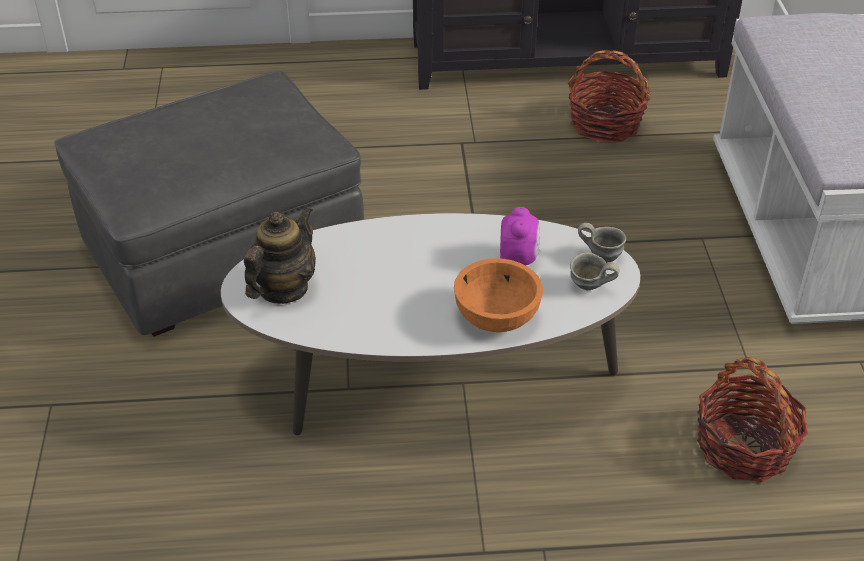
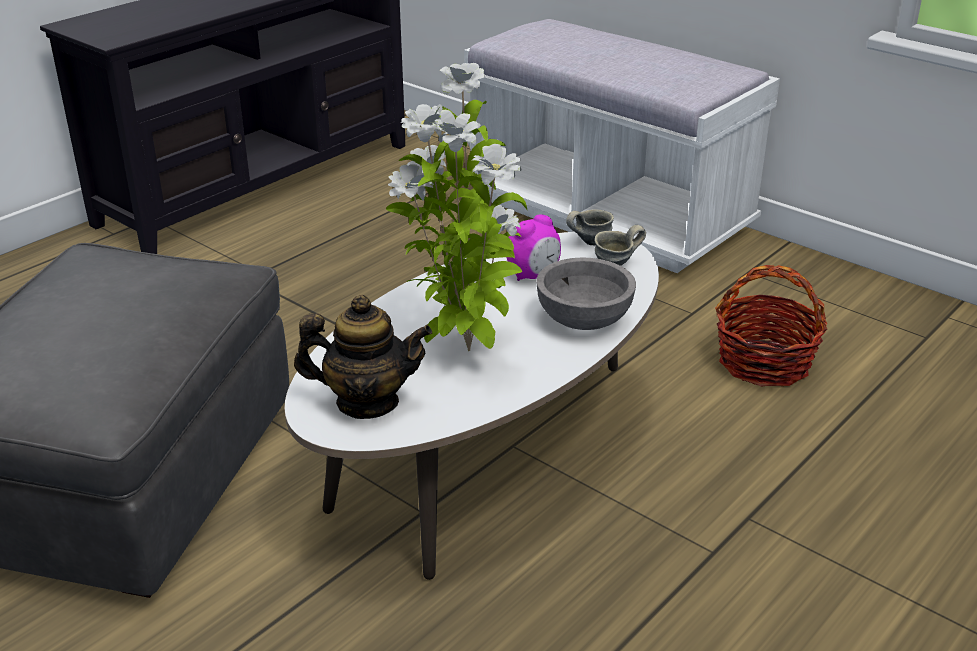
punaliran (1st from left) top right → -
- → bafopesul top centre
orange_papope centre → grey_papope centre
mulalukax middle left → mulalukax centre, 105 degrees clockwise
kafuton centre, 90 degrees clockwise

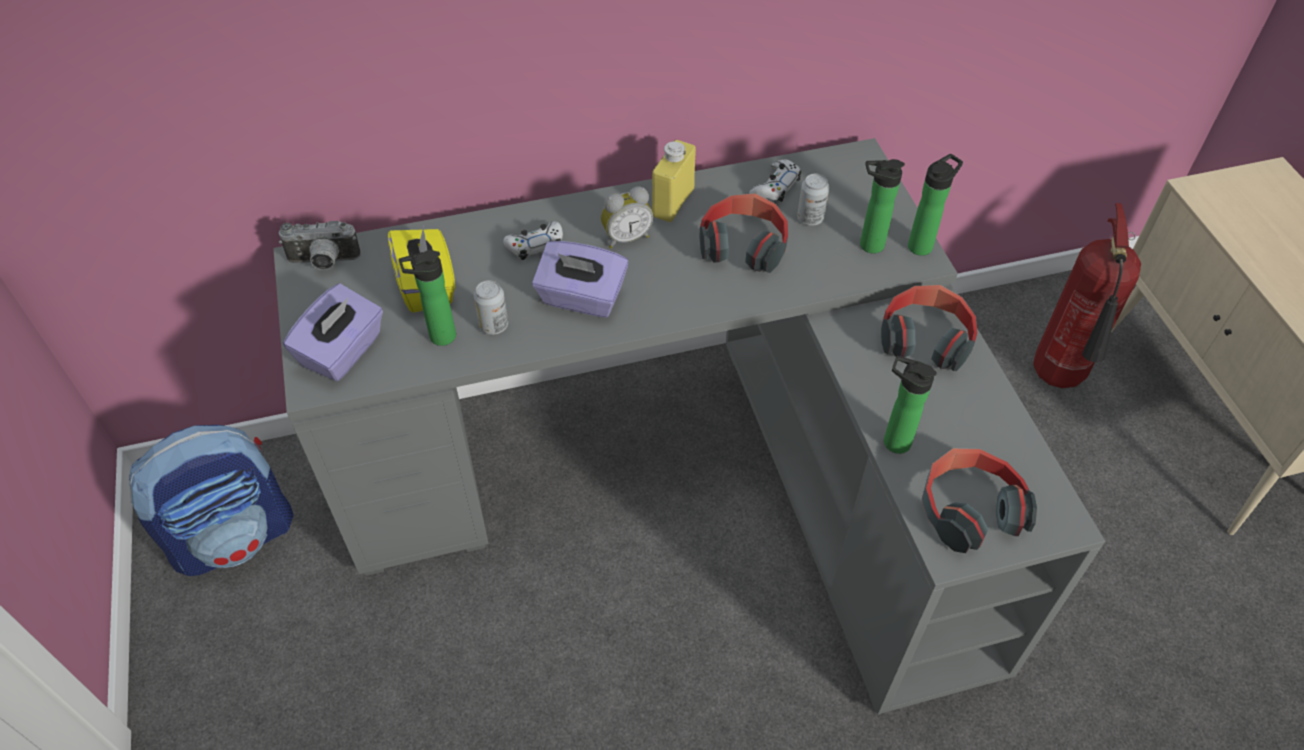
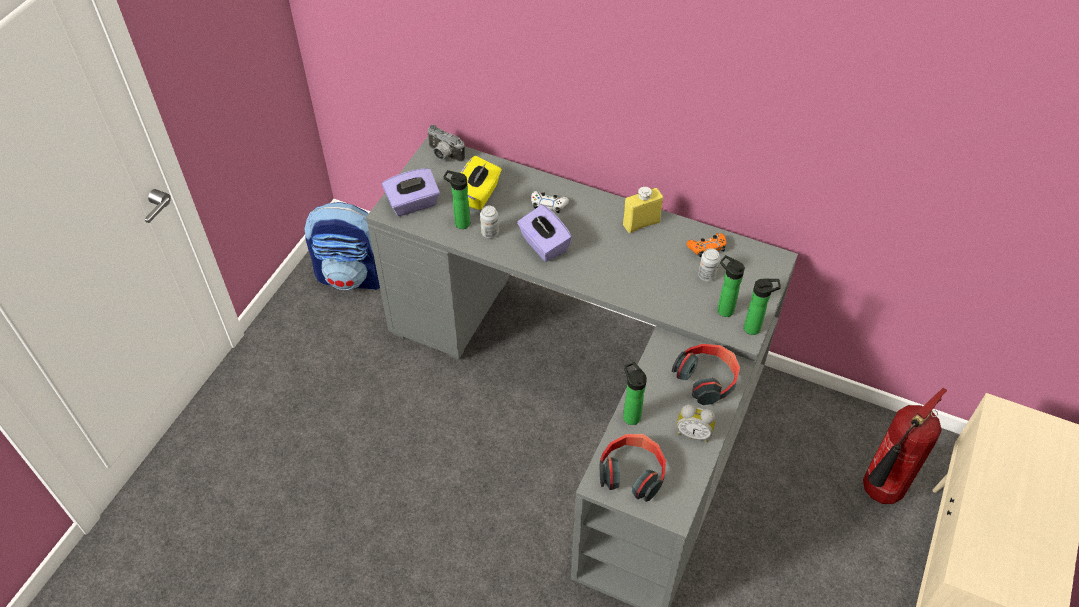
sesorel (1st from left) top centre → -
kafuton top centre → kafuton bottom centre, moved
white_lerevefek (2nd from left) top centre → orange_lerevefek centre

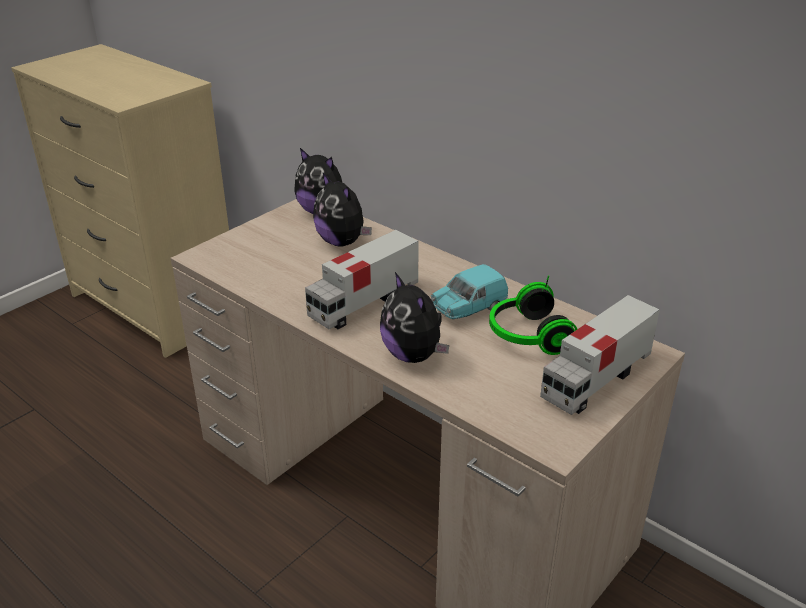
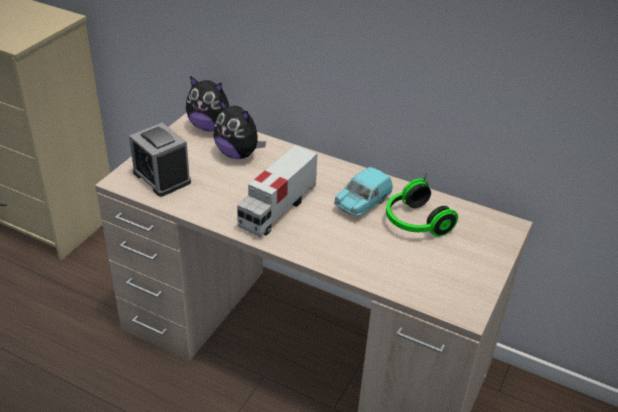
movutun (3rd from left) centre → -
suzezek (2nd from left) middle right → -
- → kafuton middle left

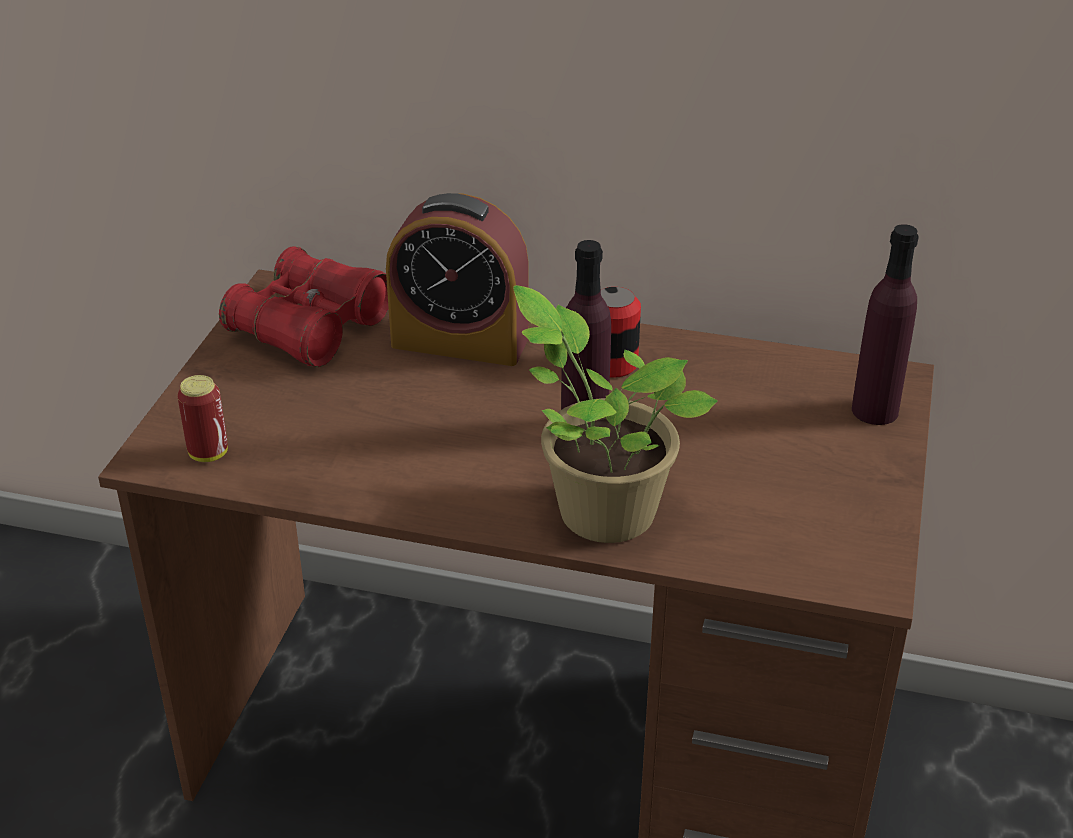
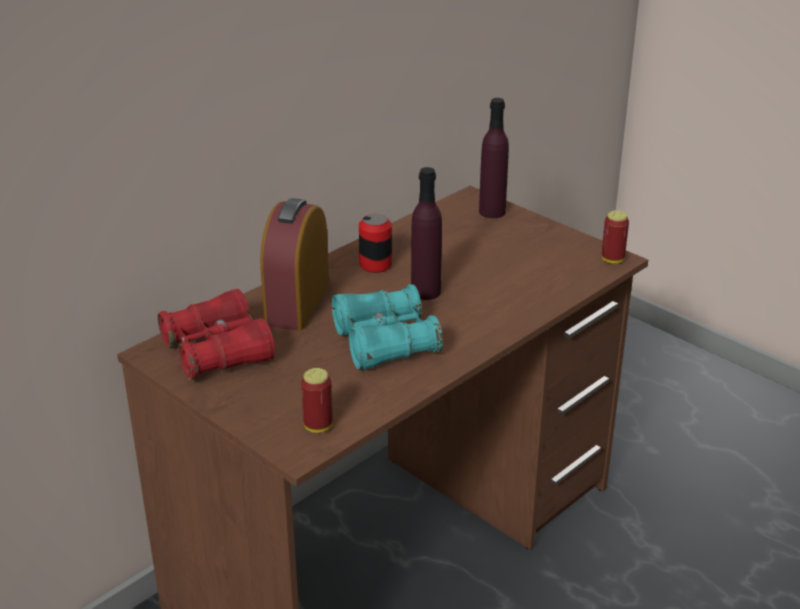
bafopesul centre → -
- → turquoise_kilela centre
- → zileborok (3rd from left) middle right
kafuton top centre → kafuton centre, 150 degrees clockwise

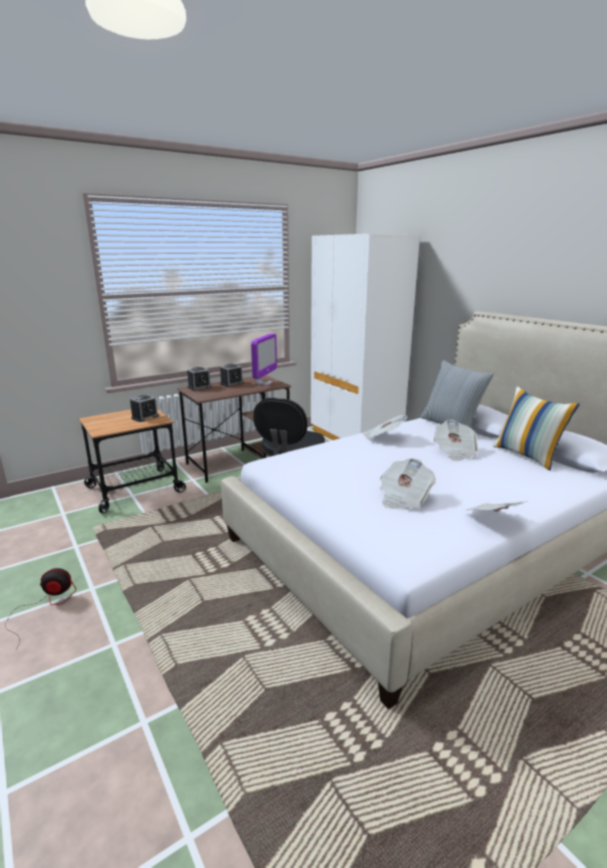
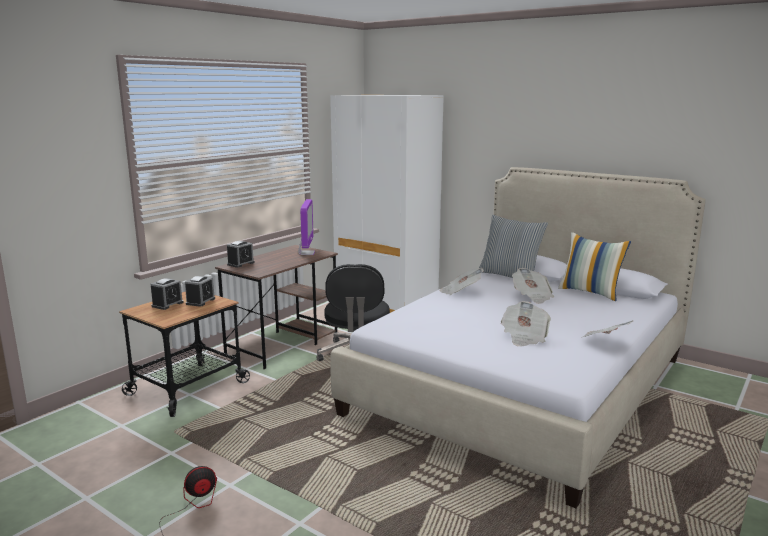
kafuton (3rd from left in the first image) centre → kafuton (1st from left) middle left, moved

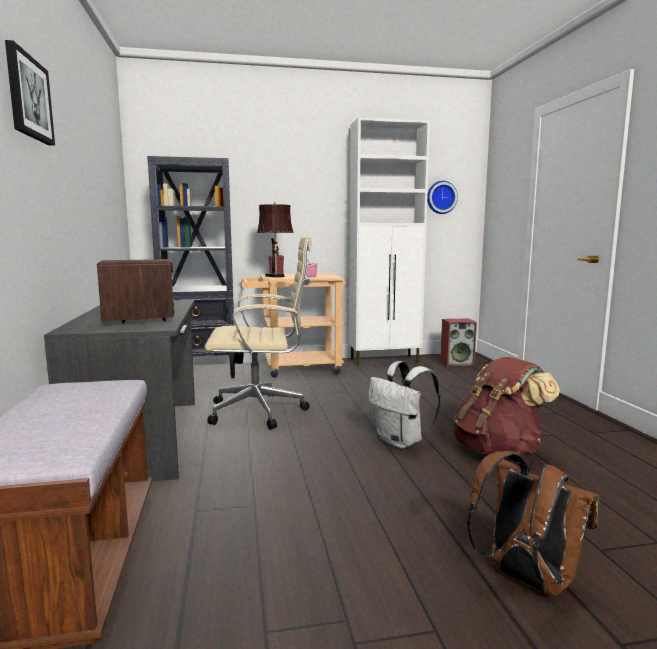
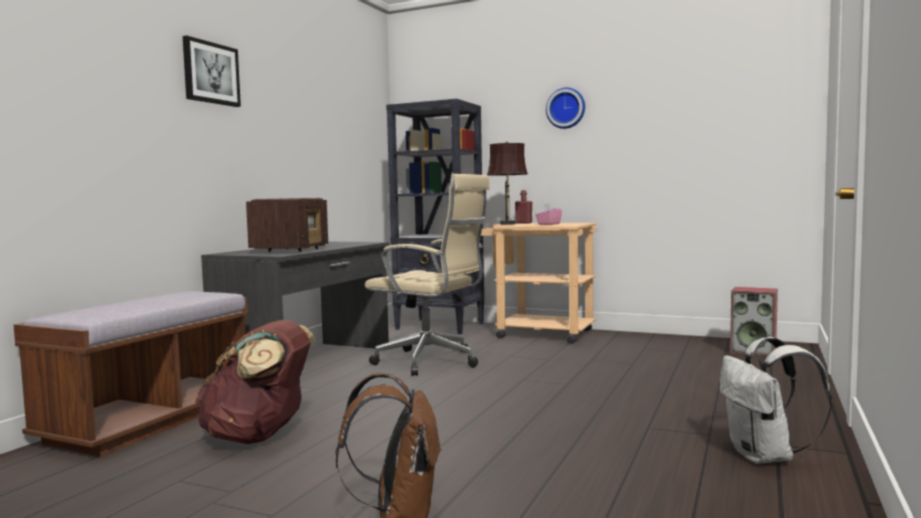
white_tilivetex centre → -
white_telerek centre → white_telerek bottom right, moved
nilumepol top right → nilumepol top centre, moved
brown_telerek (1st from left) middle right → brown_telerek (1st from left) bottom left, moved

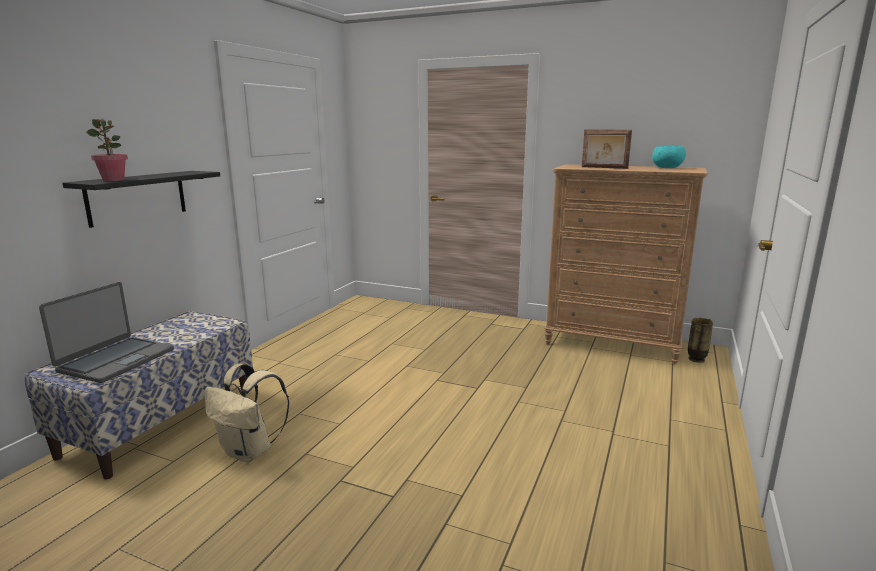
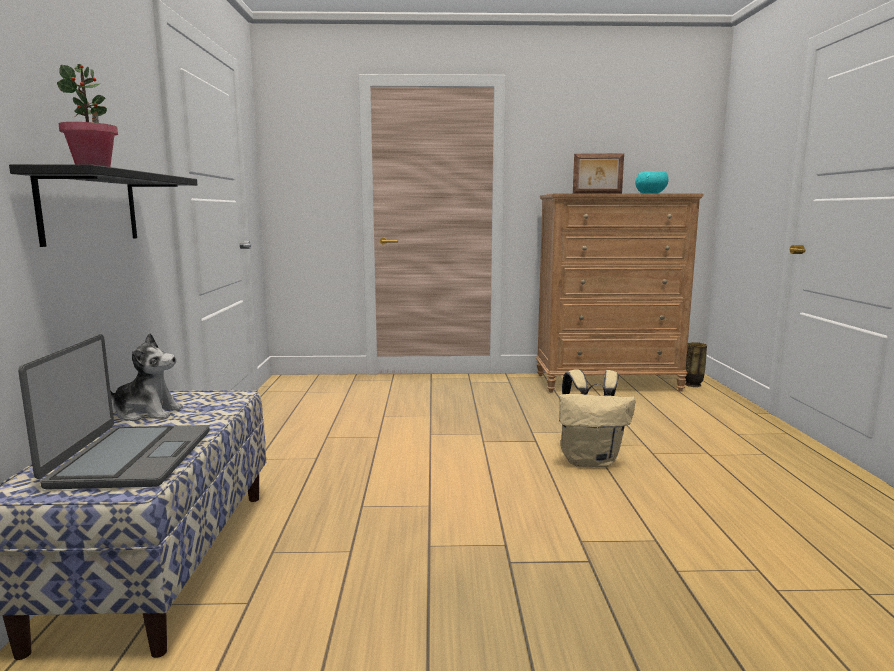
- → movutun middle left
beige_telerek bottom left → beige_telerek middle right, moved

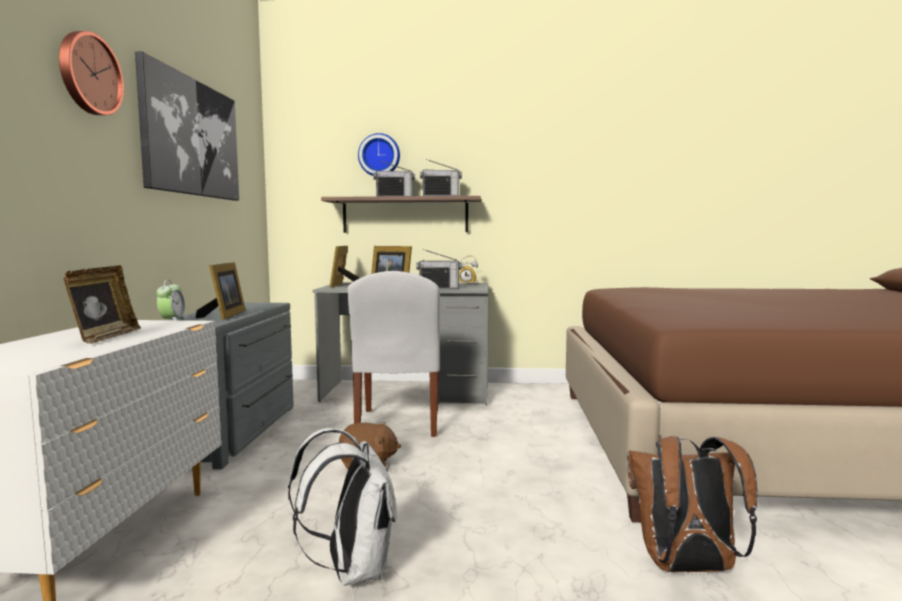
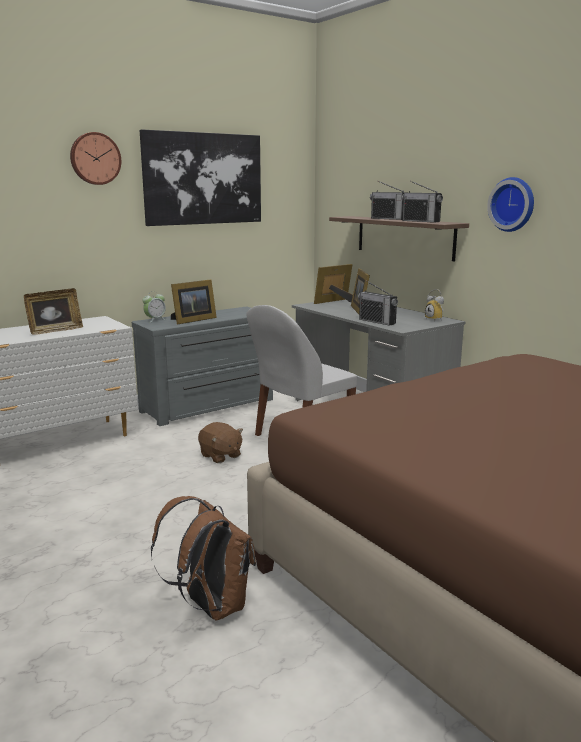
white_telerek bottom centre → -
nilumepol (2nd from left) top centre → nilumepol (2nd from left) top right, moved

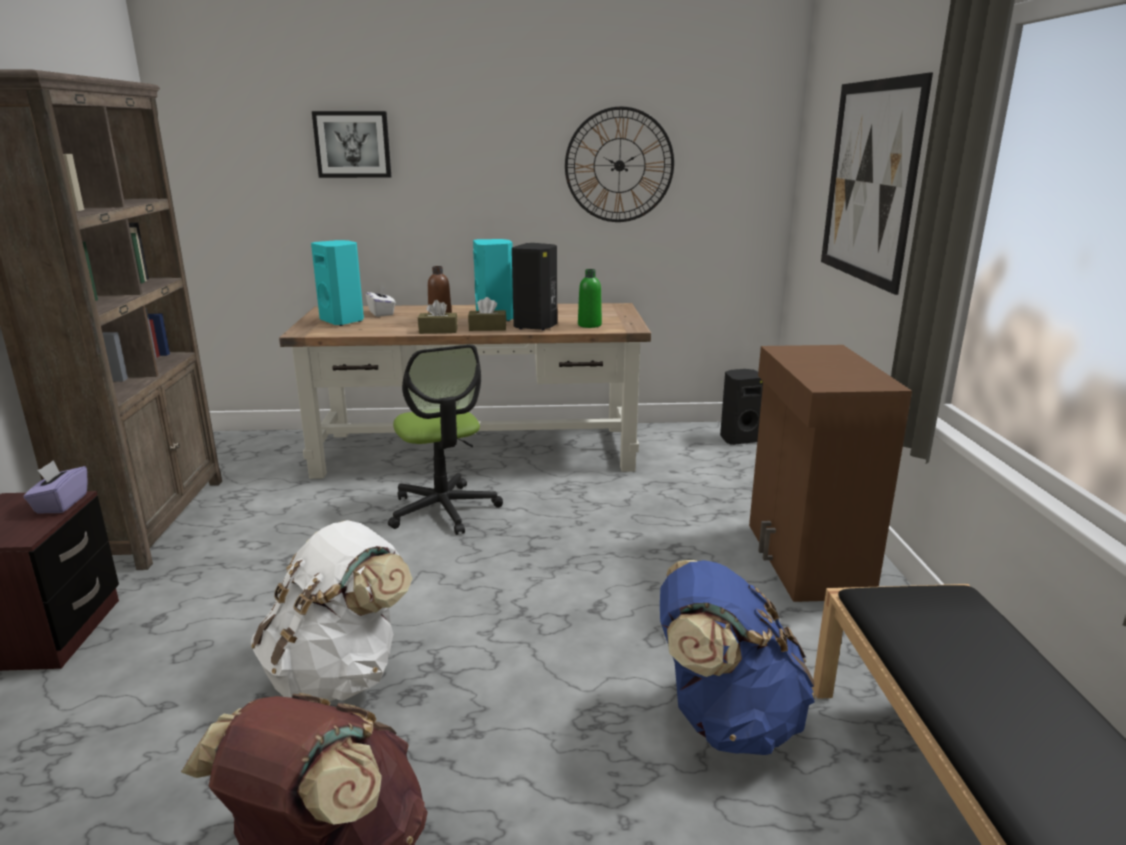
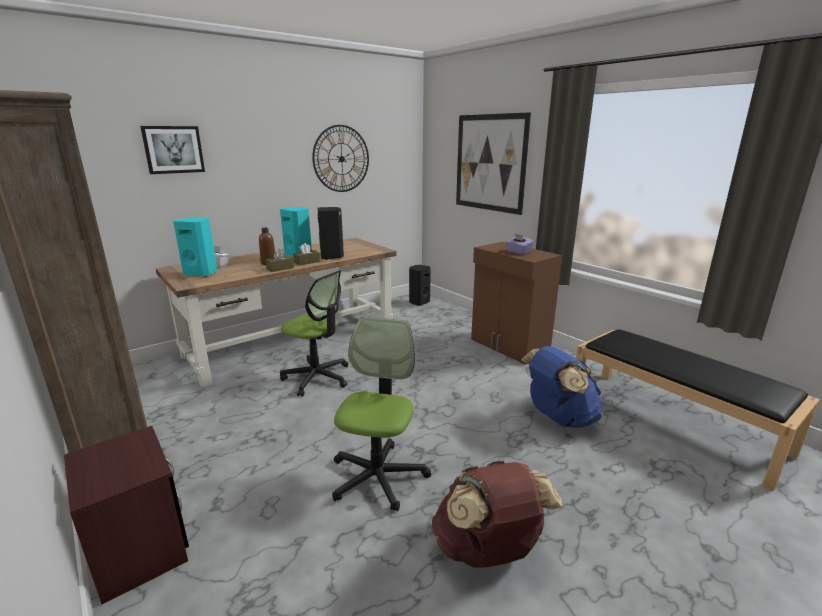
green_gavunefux centre → -
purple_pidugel middle left → purple_pidugel centre, moved
white_telerek bottom left → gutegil (2nd from left) bottom centre

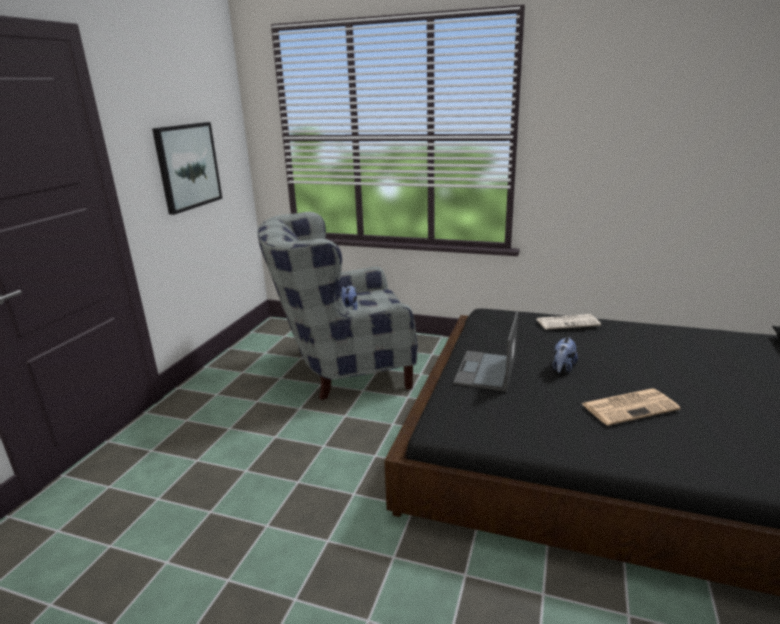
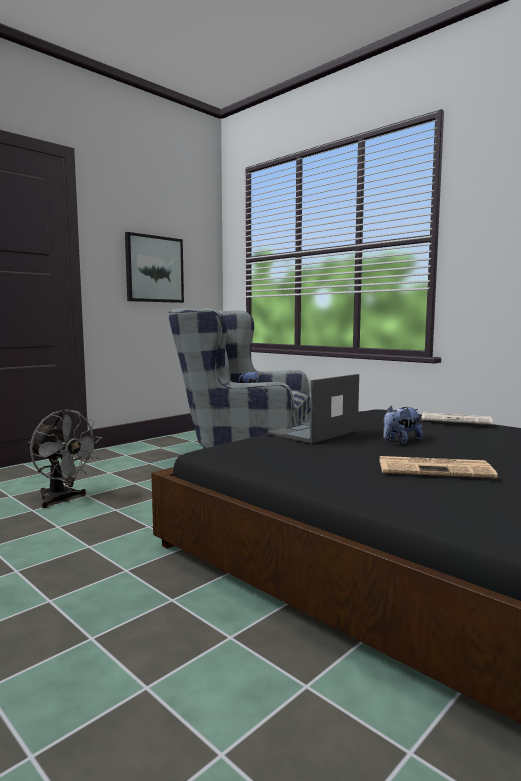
- → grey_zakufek middle left

